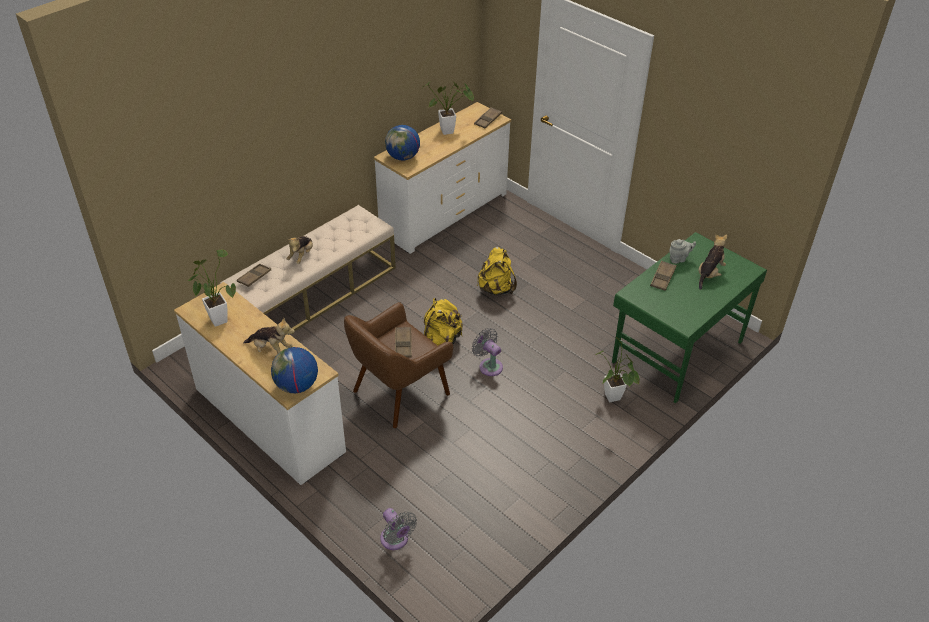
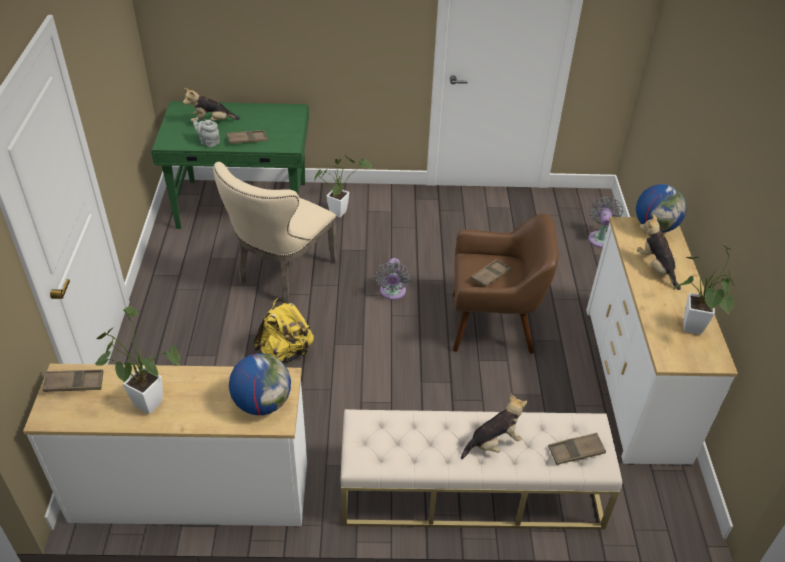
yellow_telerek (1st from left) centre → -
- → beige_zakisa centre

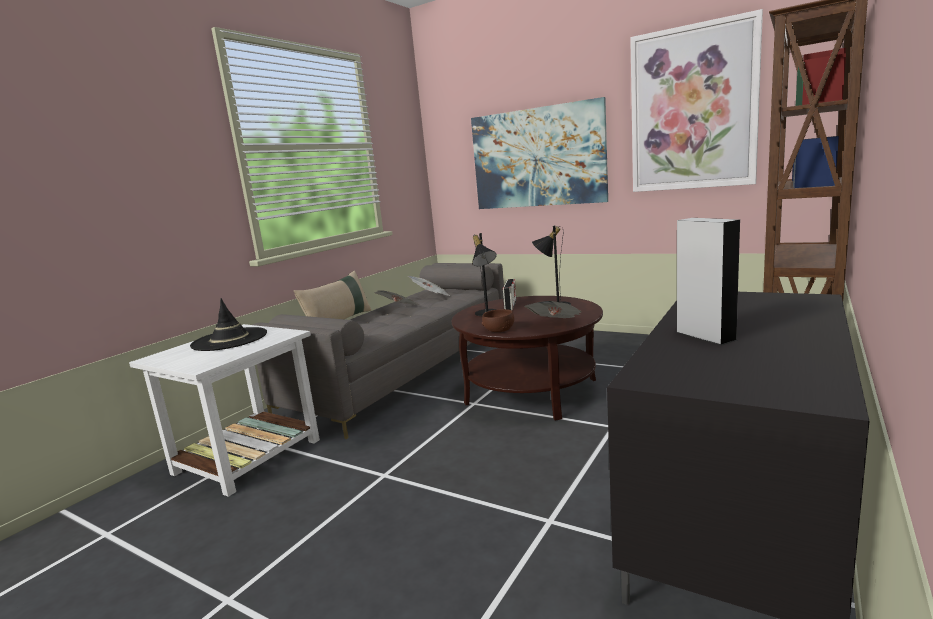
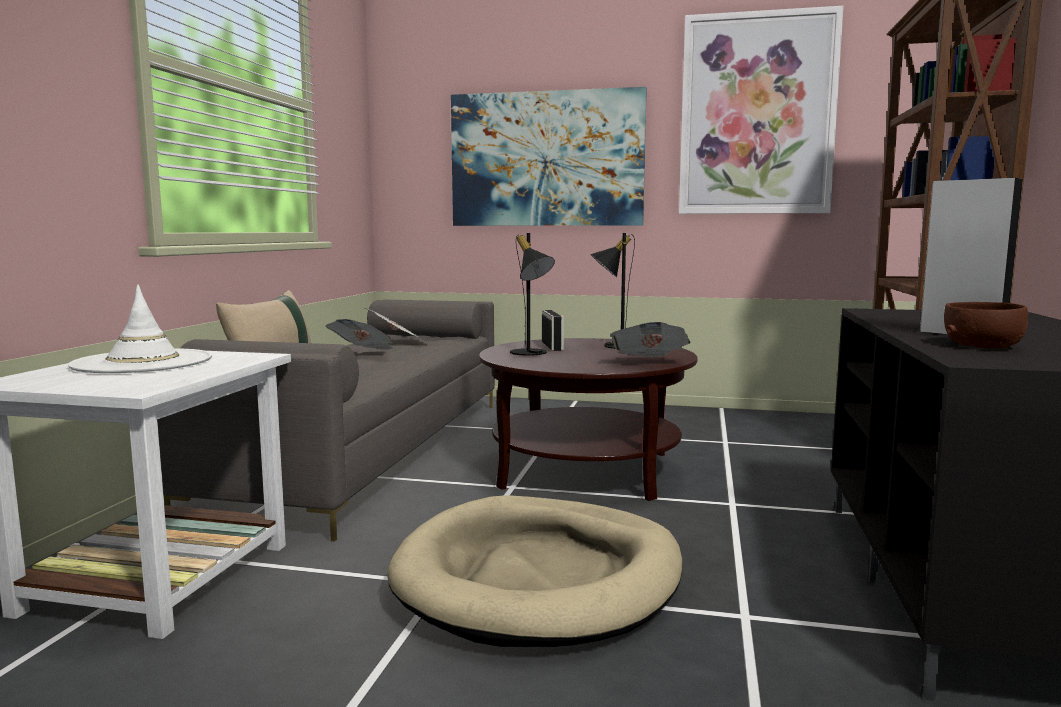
- → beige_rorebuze bottom centre
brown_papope centre → brown_papope middle right, moved
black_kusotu middle left → white_kusotu middle left

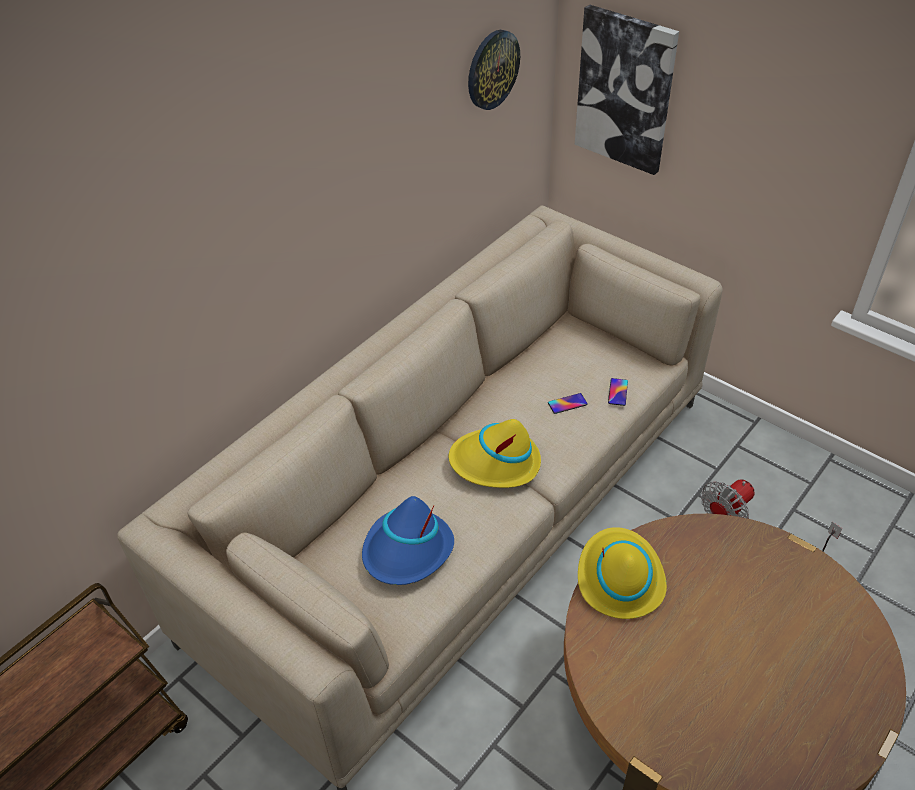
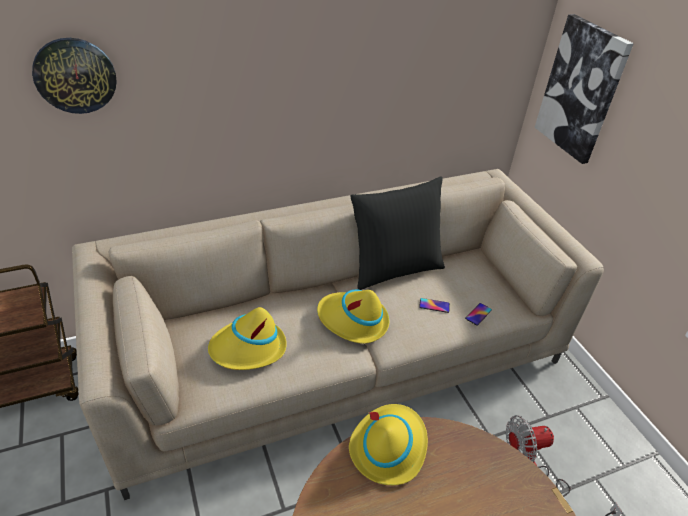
- → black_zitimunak centre
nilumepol top centre → nilumepol top left, moved
blue_kusotu bottom centre → yellow_kusotu (1st from left) centre

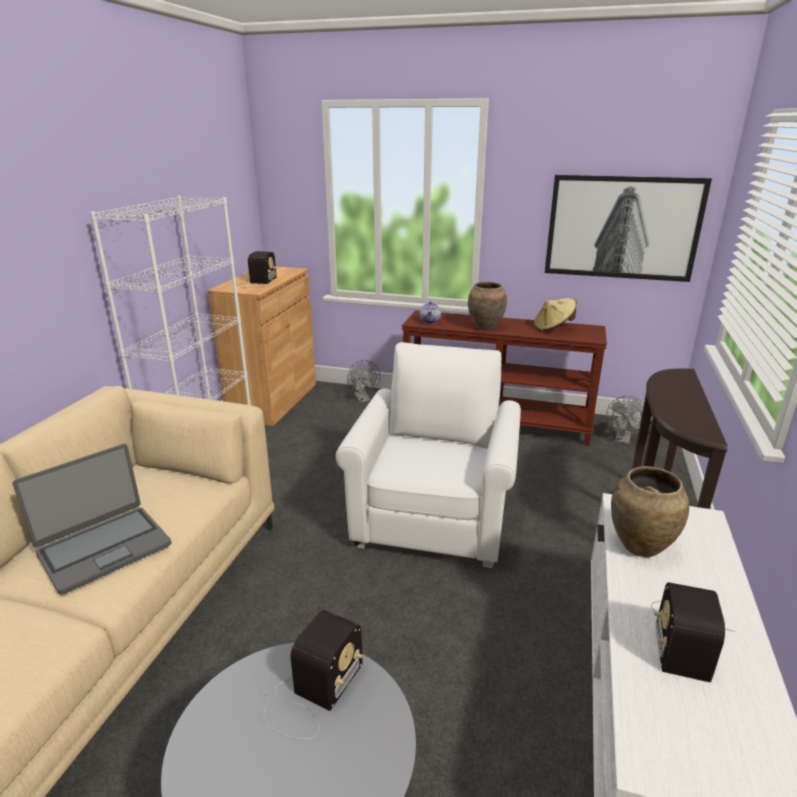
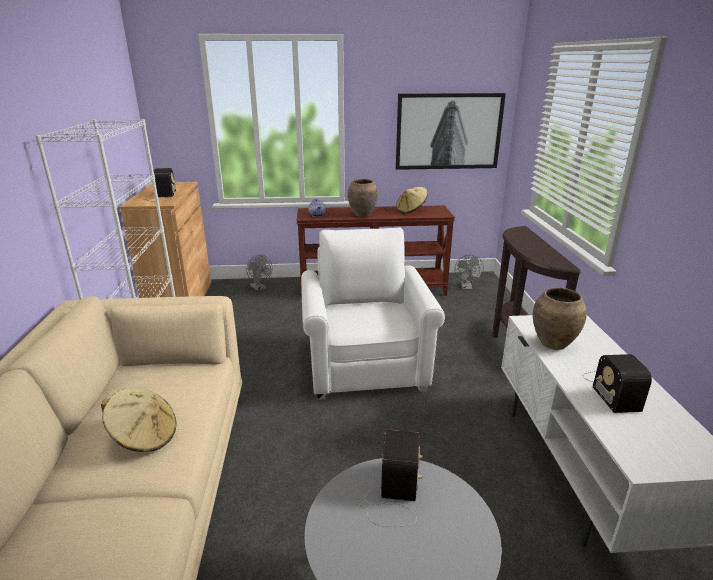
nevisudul middle left → beige_kusotu (1st from left) bottom left

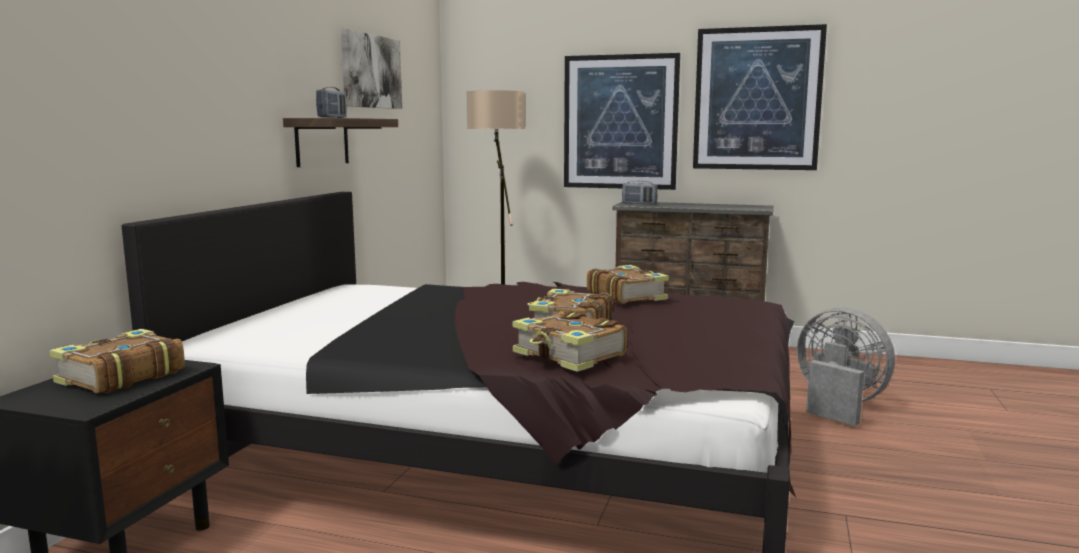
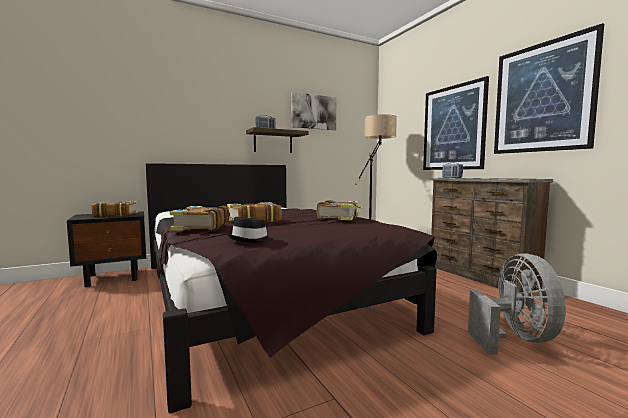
- → black_kusotu centre

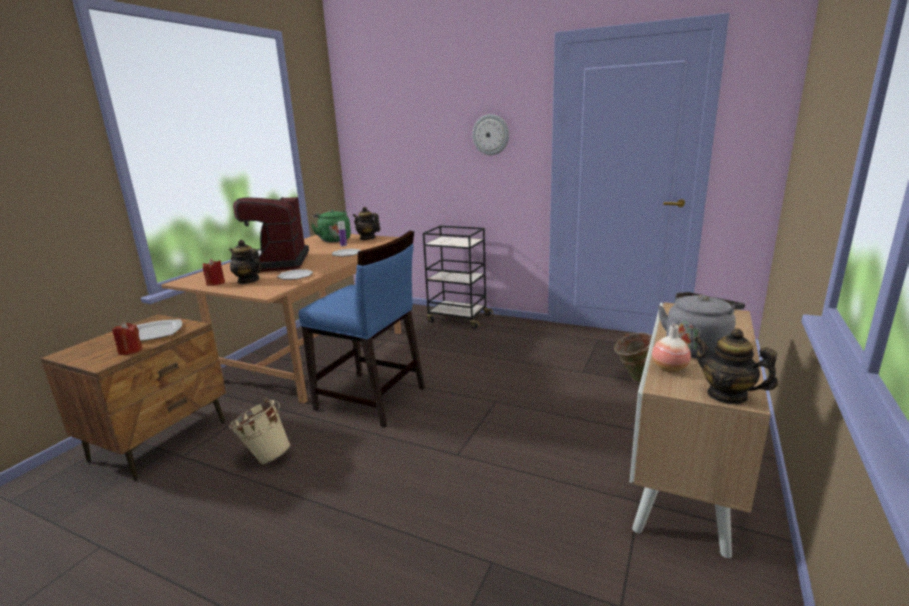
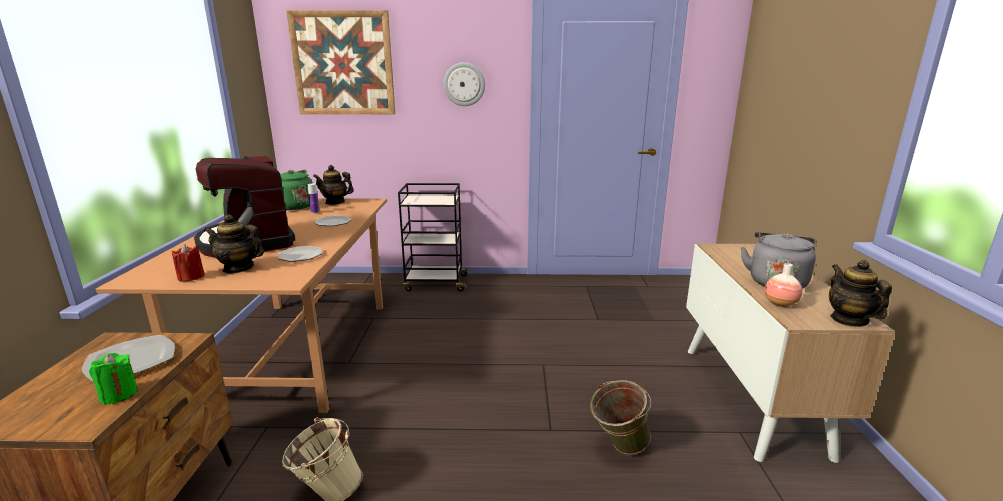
blue_zakisa centre → -
- → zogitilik top centre
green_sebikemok middle right → green_sebikemok bottom centre, moved
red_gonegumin (1st from left) middle left → green_gonegumin bottom left
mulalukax (3rd from left) middle right, 60 degrees clockwise

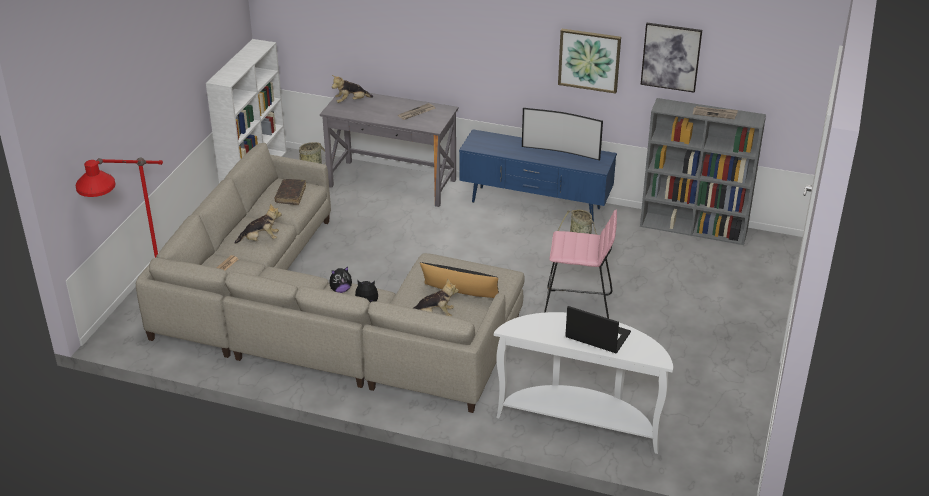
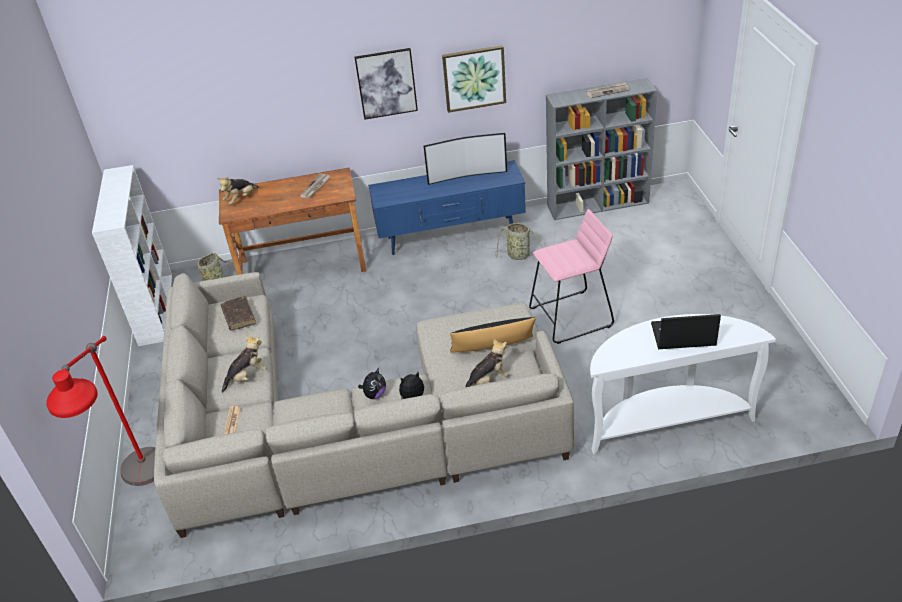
zogitilik (2nd from left in the first image) top right → zogitilik (1st from left) top centre, moved
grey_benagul top centre → brown_benagul middle left

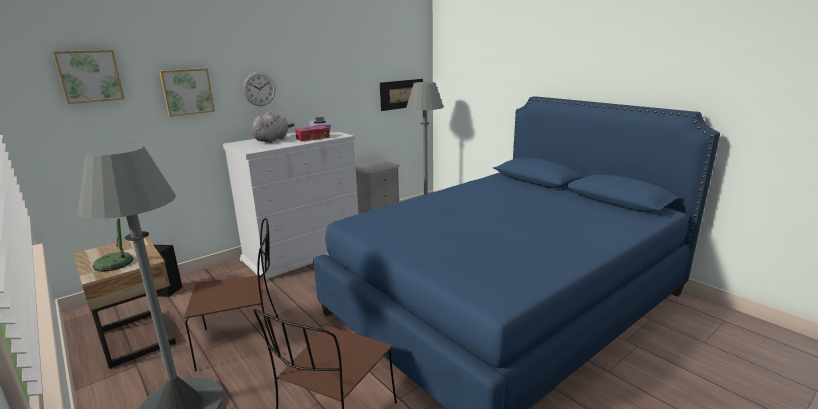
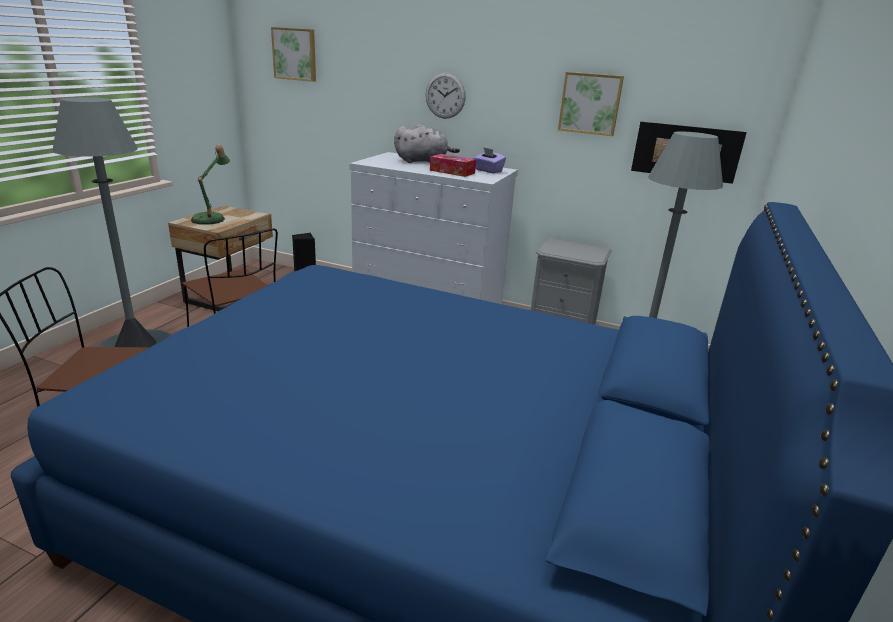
zogitilik (2nd from left) top left → zogitilik (2nd from left) top centre, moved

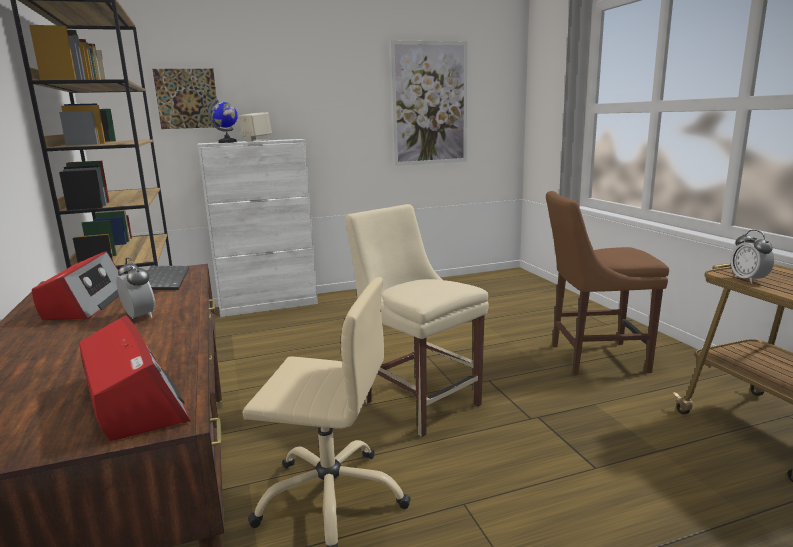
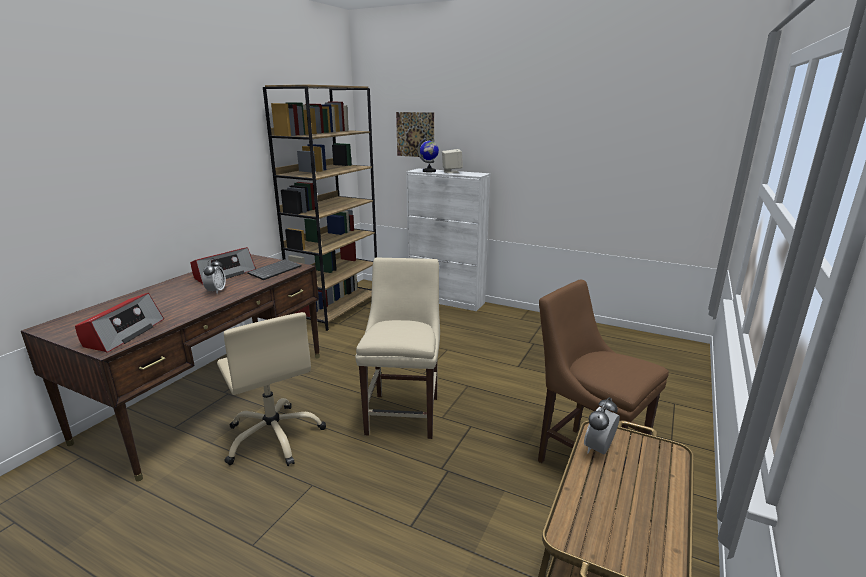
zogitilik (2nd from left) top centre → -

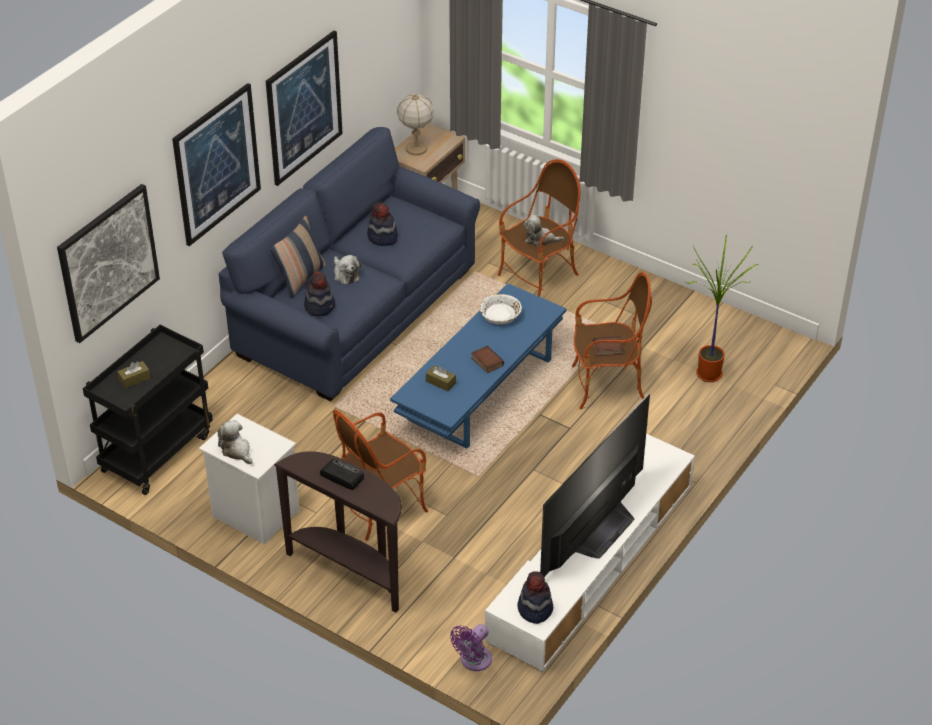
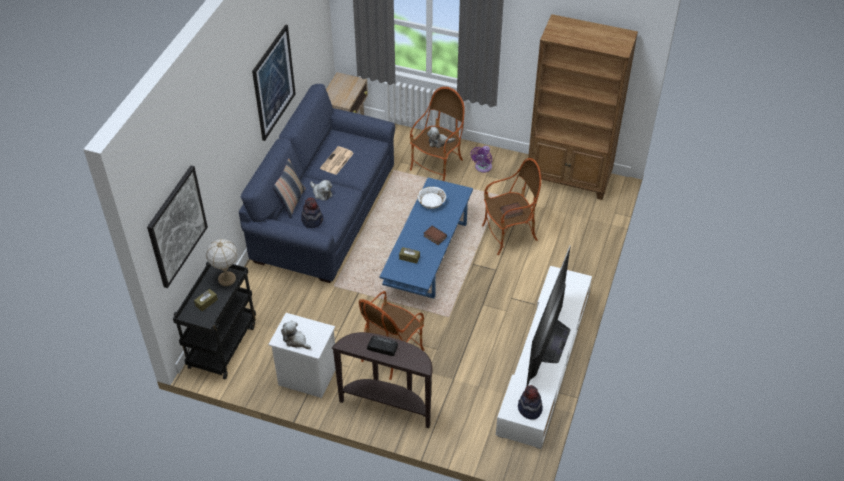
zogitilik (2nd from left) top left → -
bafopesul middle right → -
- → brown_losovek top right
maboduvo top centre → maboduvo middle left, moved
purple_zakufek bottom centre → purple_zakufek top centre, moved
kusotu (2nd from left) top centre → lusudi top centre

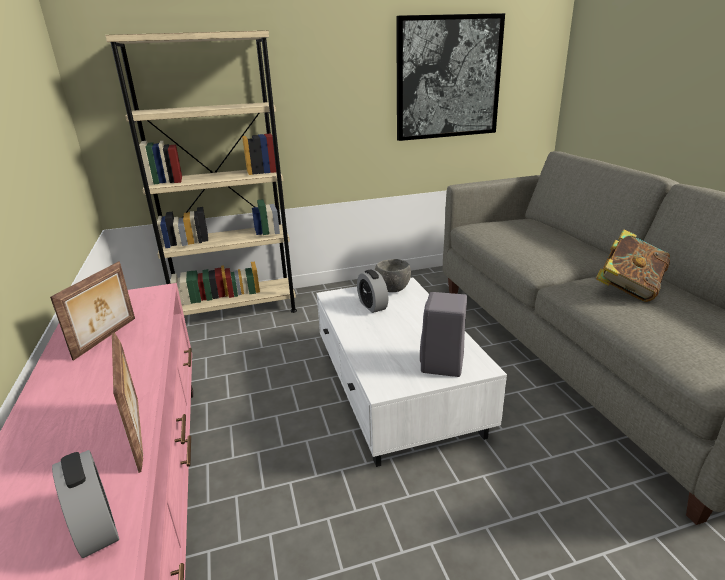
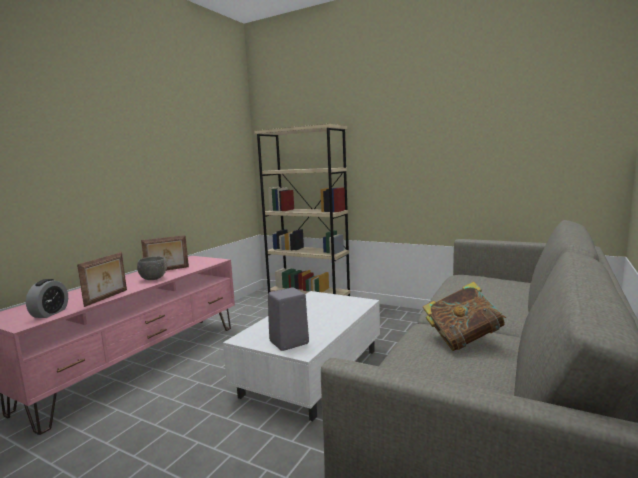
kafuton (2nd from left) centre → -
zogitilik top centre → -
grey_papope centre → grey_papope middle left, moved

